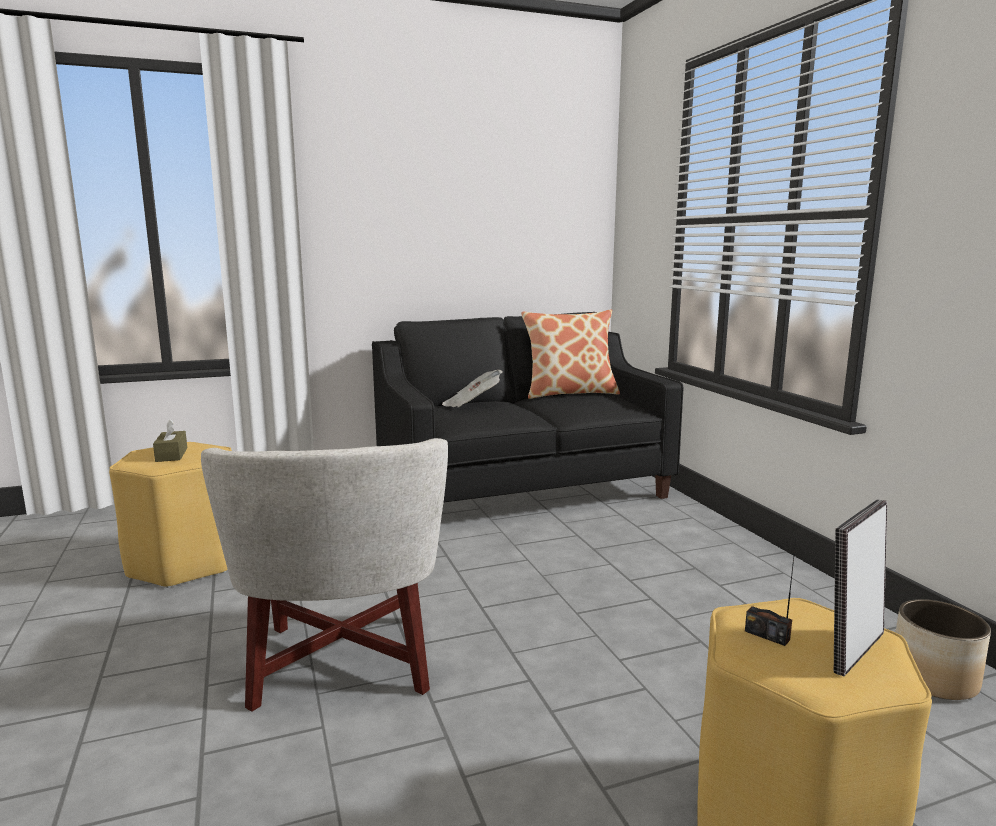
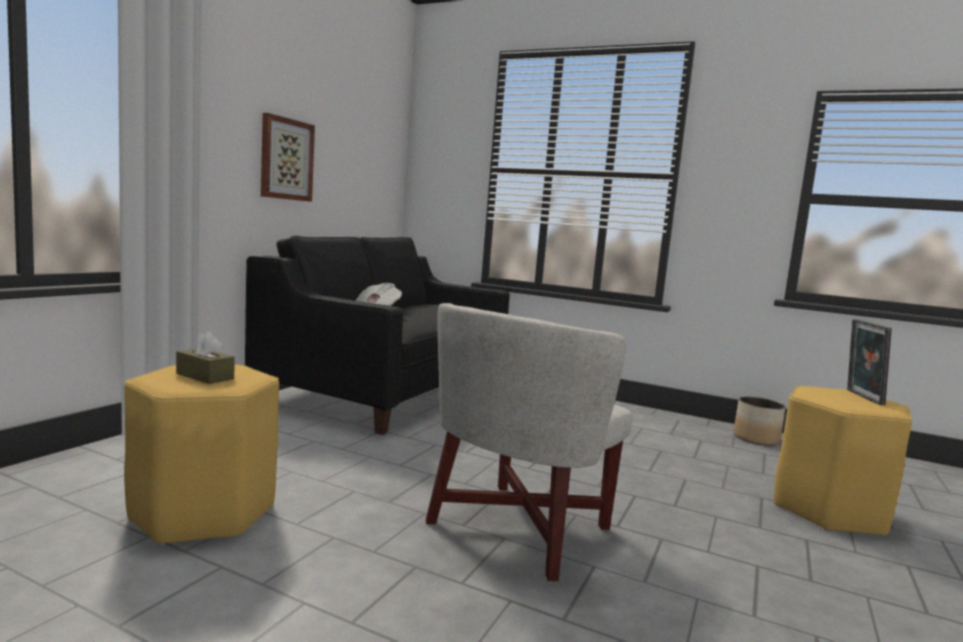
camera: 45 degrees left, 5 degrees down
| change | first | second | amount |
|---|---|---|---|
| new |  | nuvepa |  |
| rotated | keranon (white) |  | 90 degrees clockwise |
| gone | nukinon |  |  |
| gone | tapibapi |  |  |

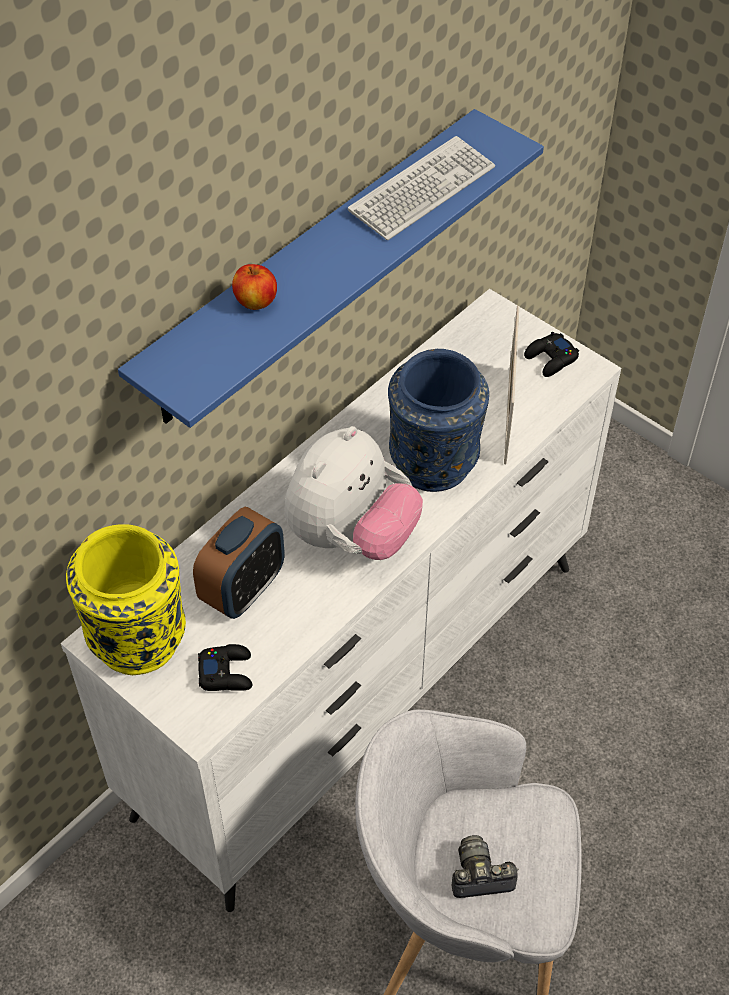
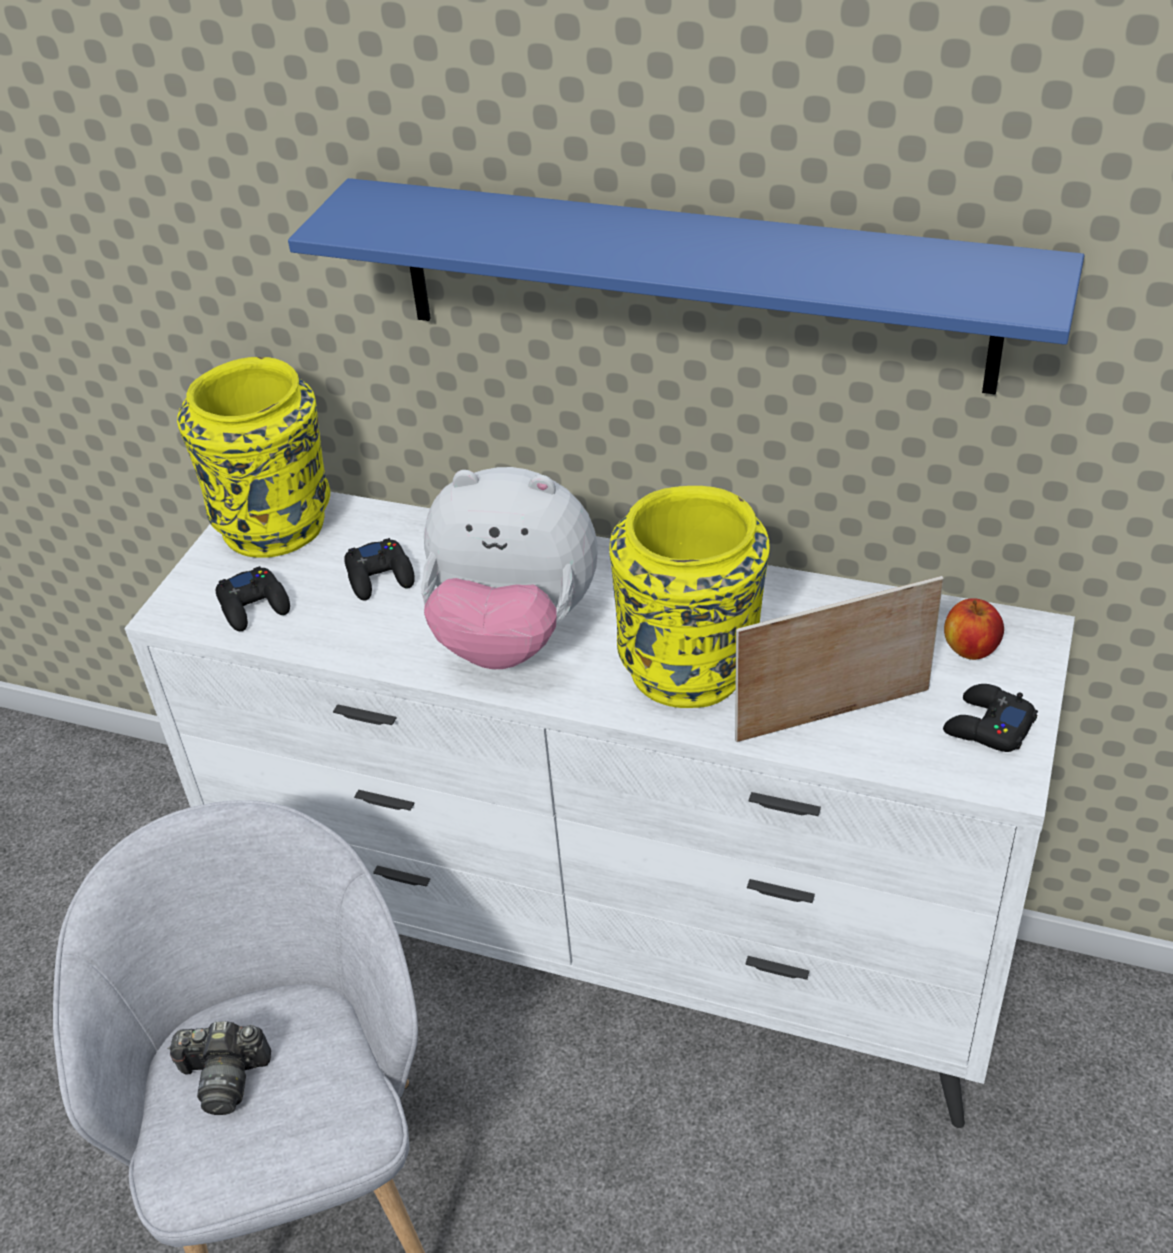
camera: 70 degrees right, 10 degrees down
| change | first | second | amount |
|---|---|---|---|
| rotated | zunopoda |  | 120 degrees clockwise |
| swapped | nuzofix | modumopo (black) (no. 2 from left) |  |
| repainted | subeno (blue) | subeno (yellow) (no. 2 from left) |  |
| shifted | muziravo |  |  |
| gone | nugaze |  |  |

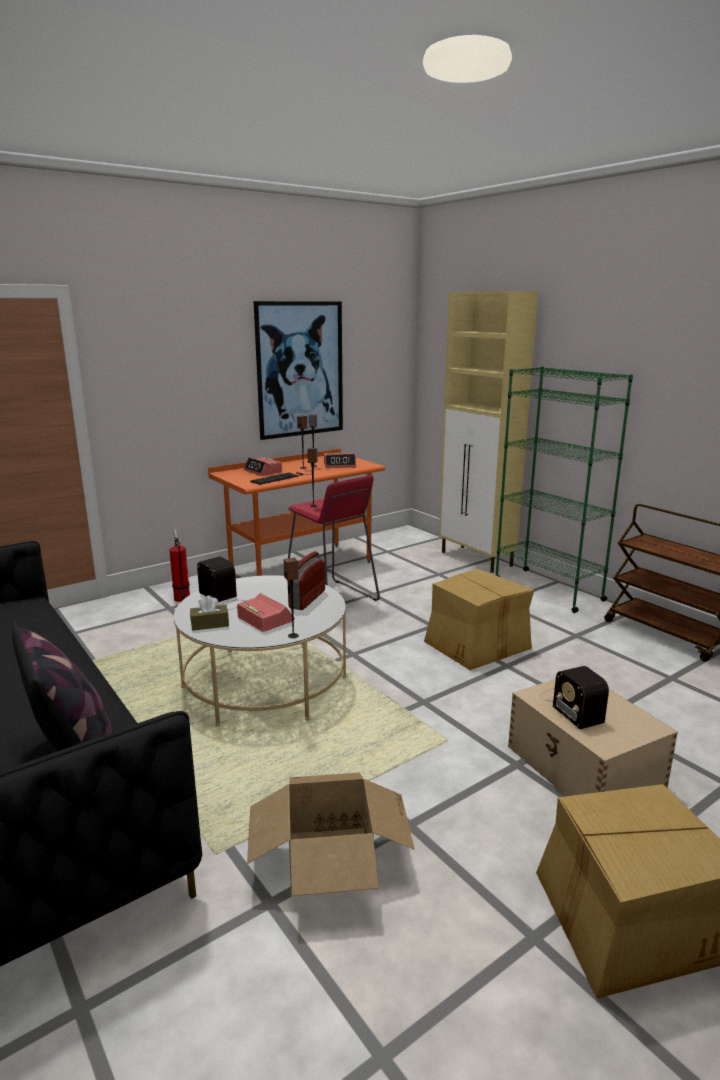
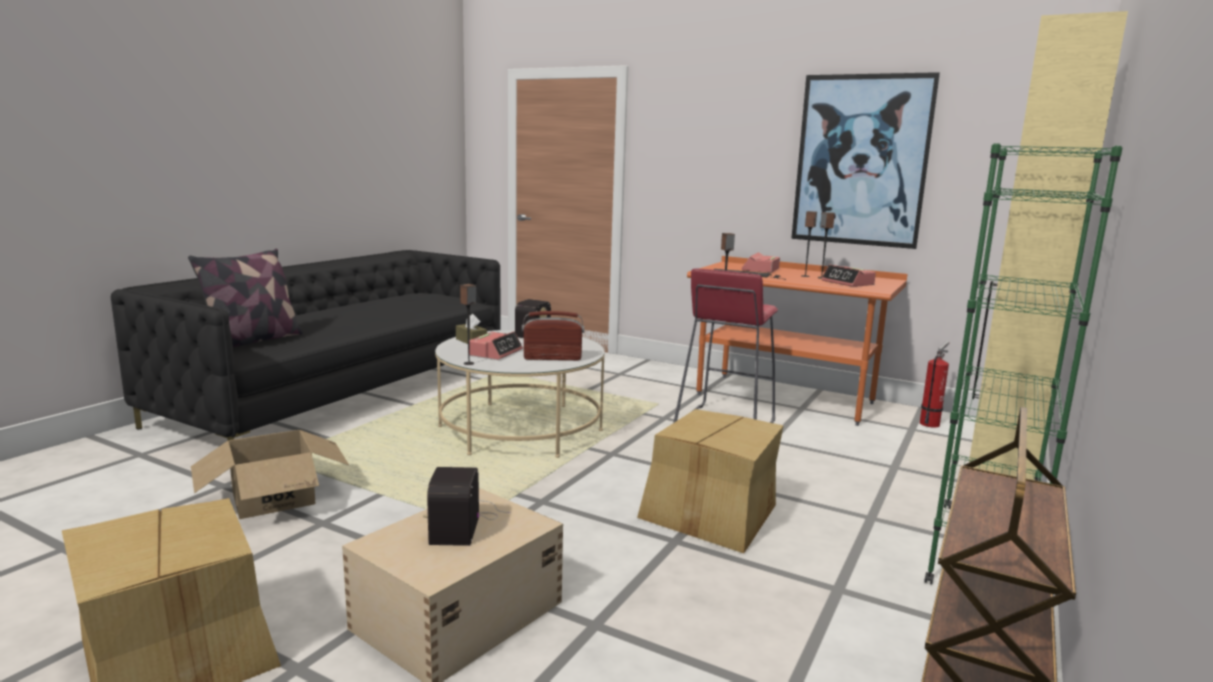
camera: 65 degrees right, 5 degrees down
| change | first | second | amount |
|---|---|---|---|
| rotated | tapibapi (no. 3 from left in the first image) | tapibapi (no. 1 from left) | 45 degrees counterclockwise |
| shifted | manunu |  |  |

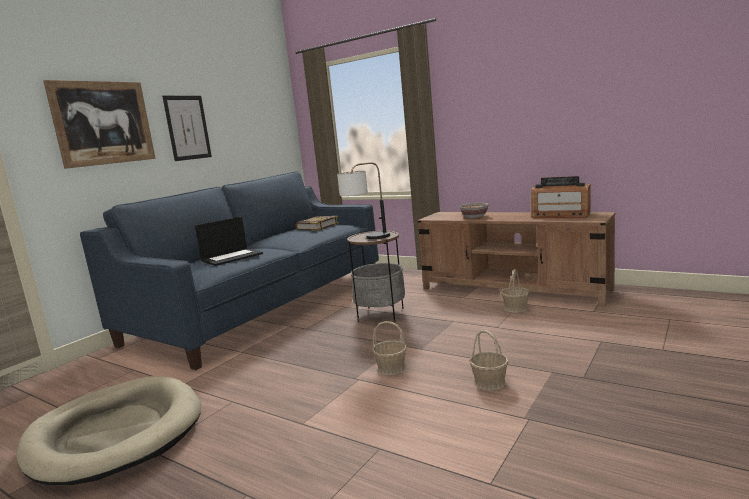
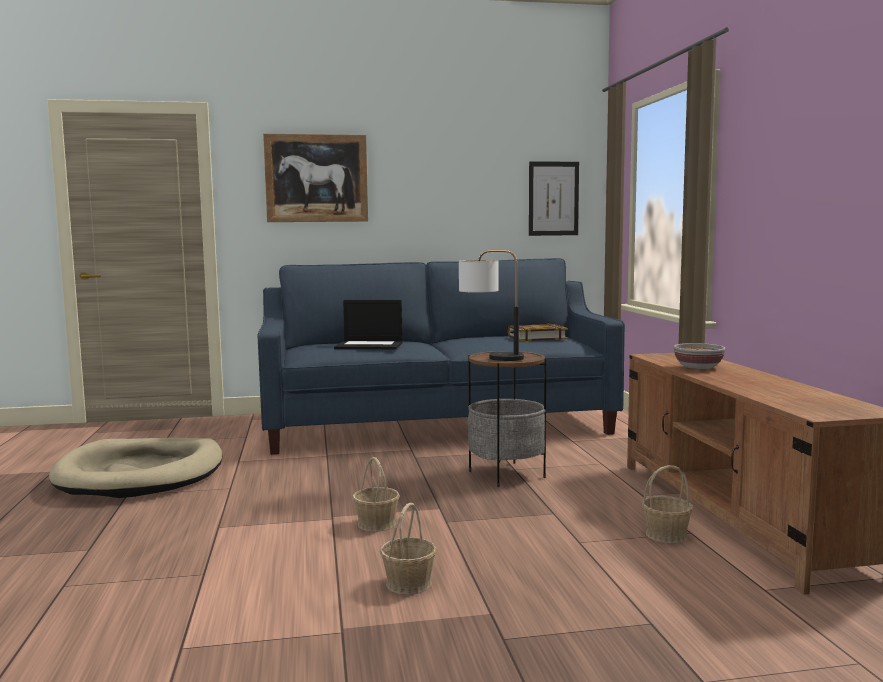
camera: 45 degrees right, 5 degrees down
| change | first | second | amount |
|---|---|---|---|
| shifted | nuvepa (no. 2 from left) |  |  |
| gone | tapibapi |  |  |

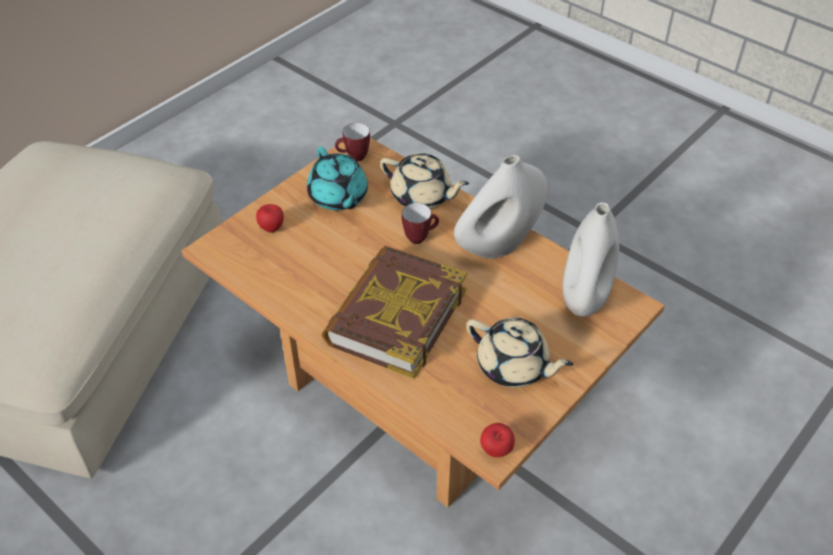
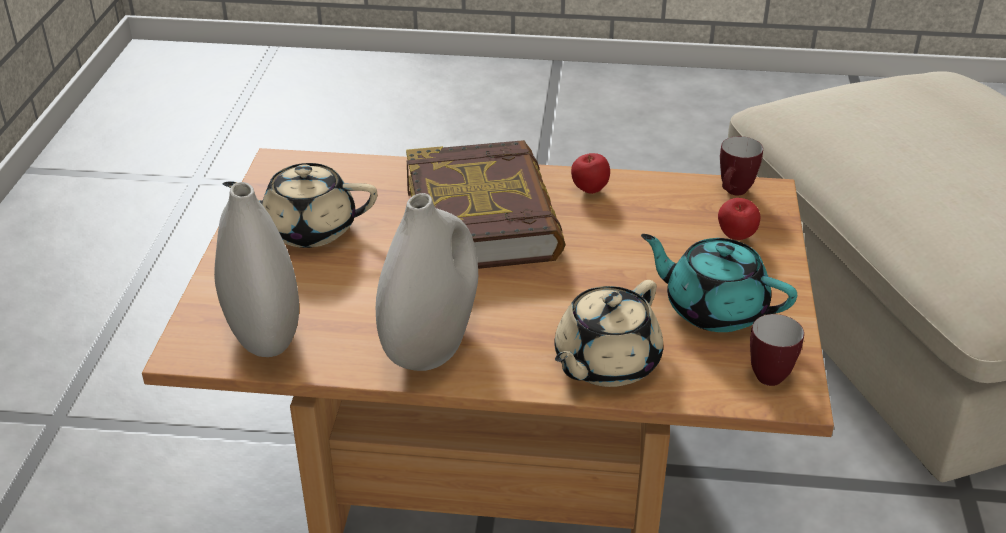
camera: 145 degrees right, 10 degrees down
| change | first | second | amount |
|---|---|---|---|
| rotated | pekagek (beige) (no. 1 from left in the first image) | pekagek (beige) (no. 2 from left) | 45 degrees counterclockwise |
| shifted | muziravo (no. 2 from left in the first image) | muziravo (no. 1 from left) |  |
| shifted | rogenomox (no. 2 from left in the first image) | rogenomox (no. 1 from left) |  |

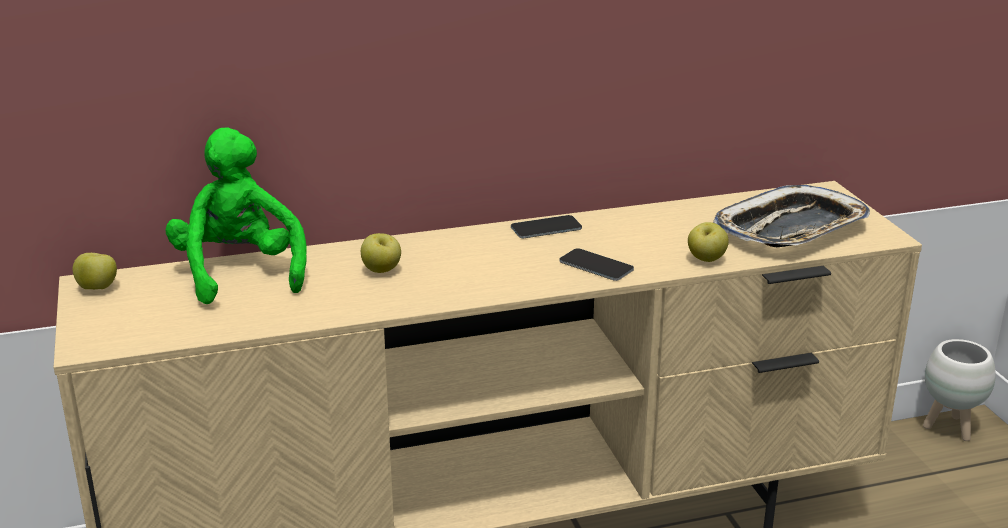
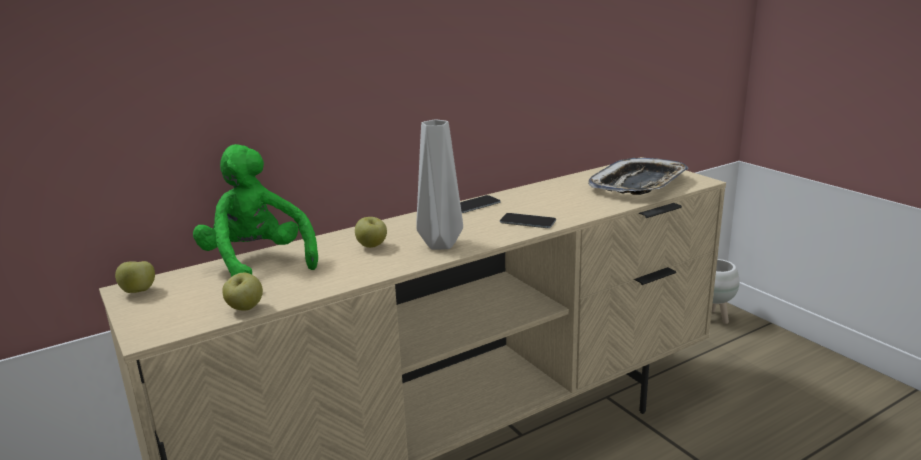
camera: 15 degrees left, 5 degrees down
| change | first | second | amount |
|---|---|---|---|
| shifted | muziravo (no. 3 from left in the first image) | muziravo (no. 2 from left) |  |
| new |  | subeno (grey) |  |

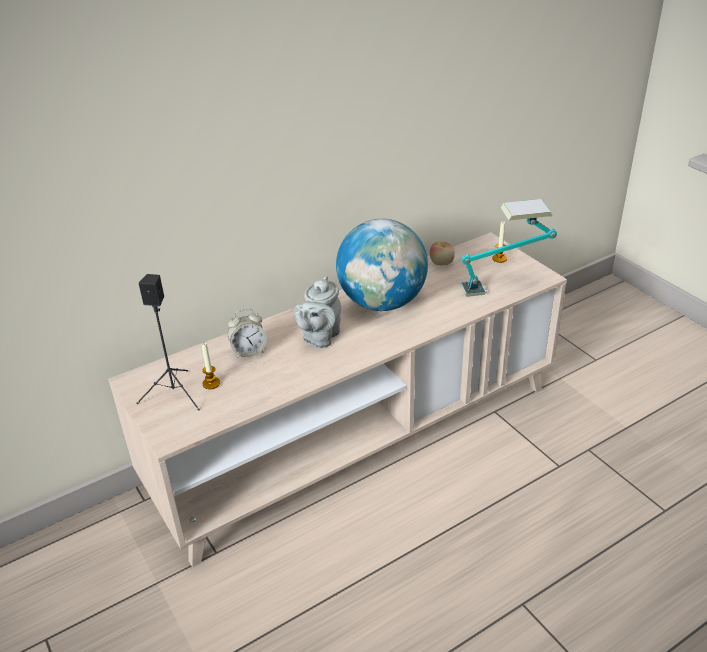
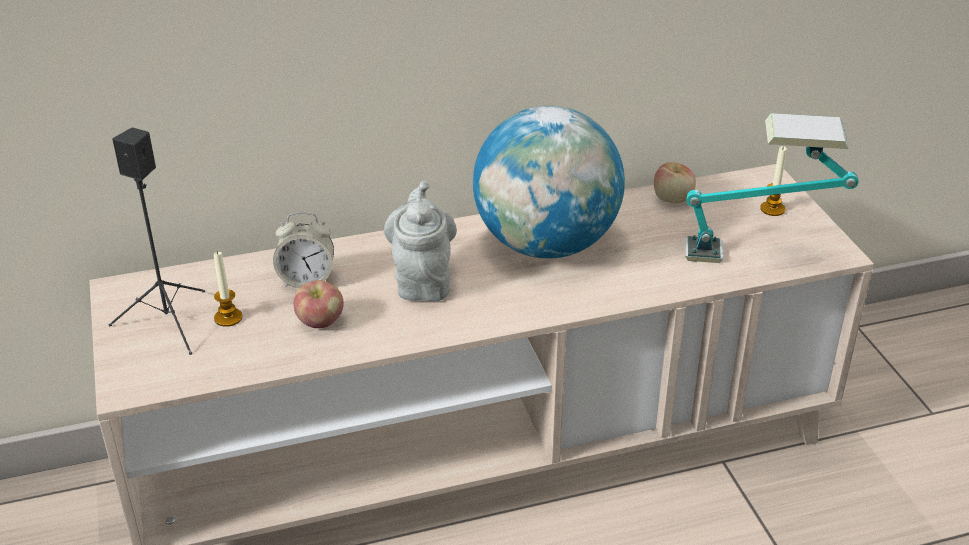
camera: 15 degrees right, 0 degrees up
| change | first | second | amount |
|---|---|---|---|
| new |  | muziravo (no. 1 from left) |  |
| rotated | pekagek (grey) |  | 135 degrees clockwise |

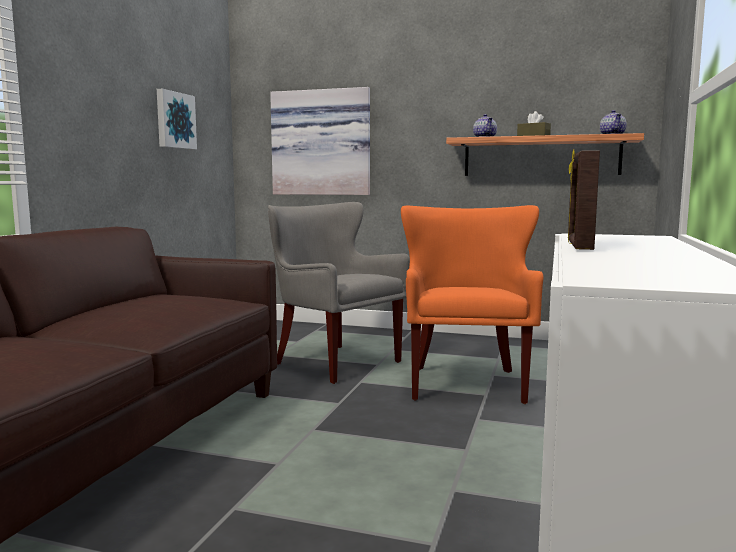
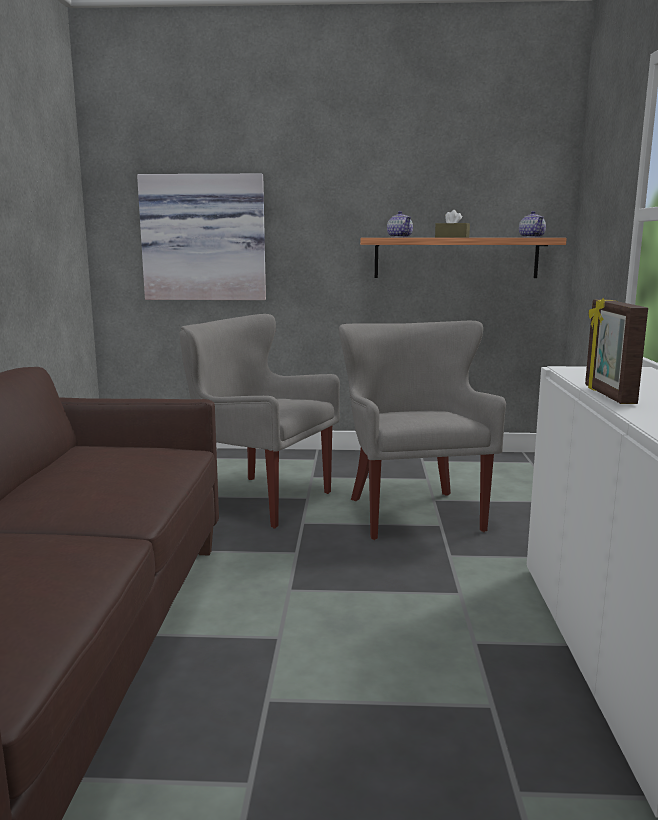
camera: 15 degrees left, 5 degrees up
| change | first | second | amount |
|---|---|---|---|
| repainted | keranon (orange) | keranon (grey) (no. 2 from left) |  |
| gone | nuvepa (no. 1 from left) |  |  |

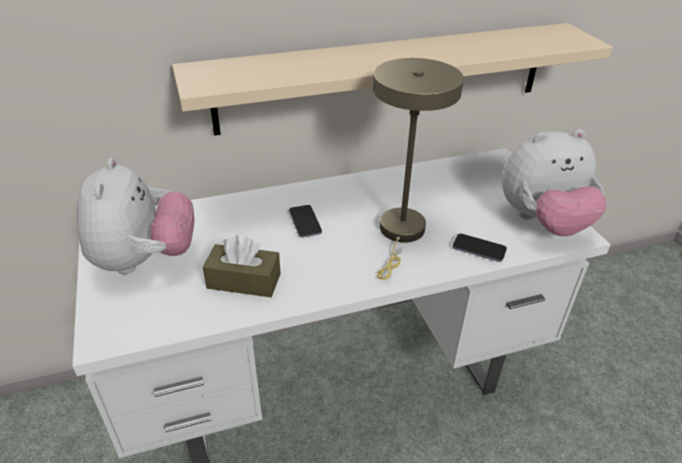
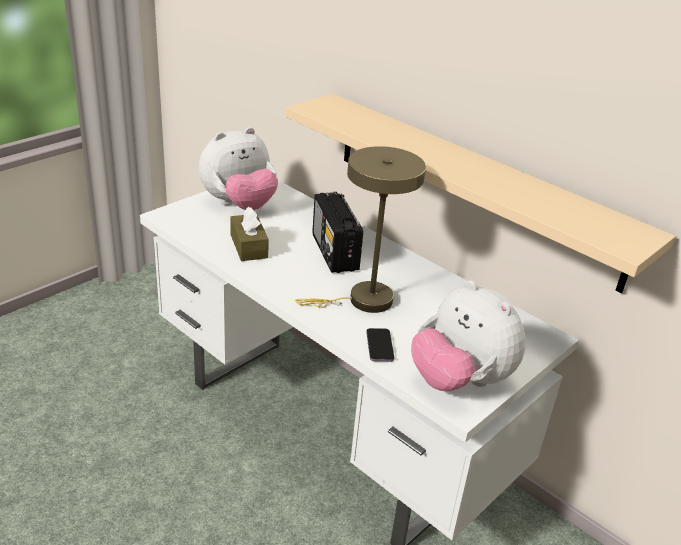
camera: 60 degrees right, 5 degrees down
| change | first | second | amount |
|---|---|---|---|
| swapped | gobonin (no. 1 from left) | tapibapi |  |

